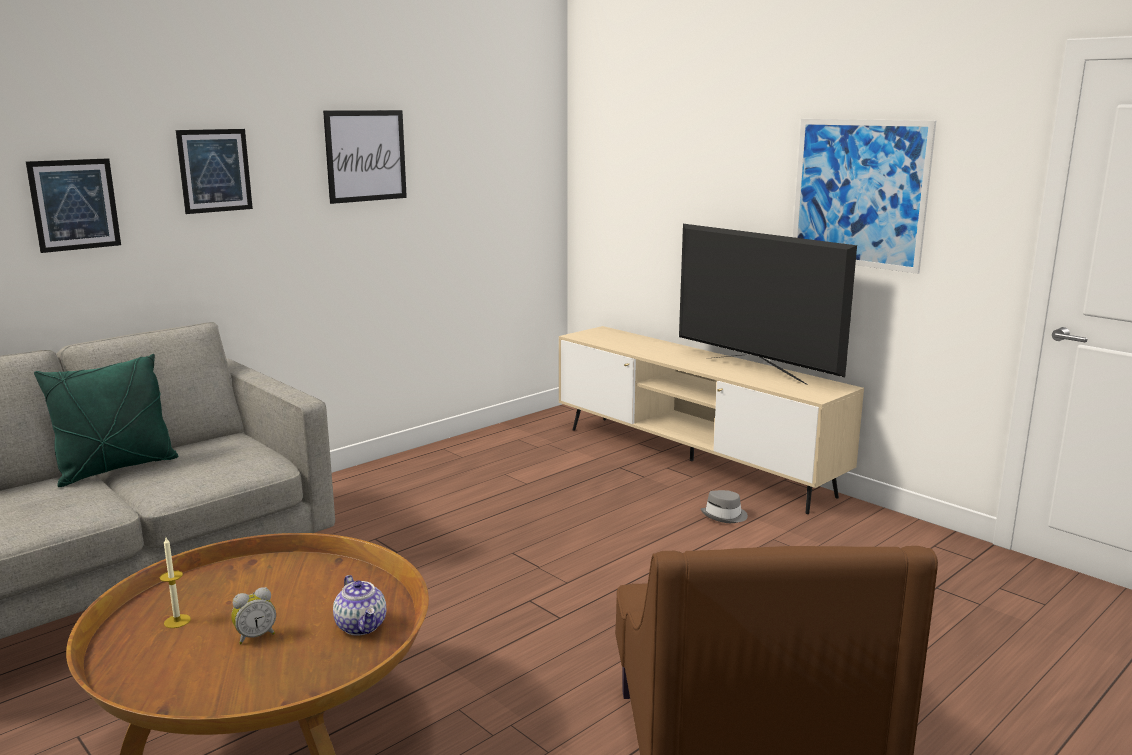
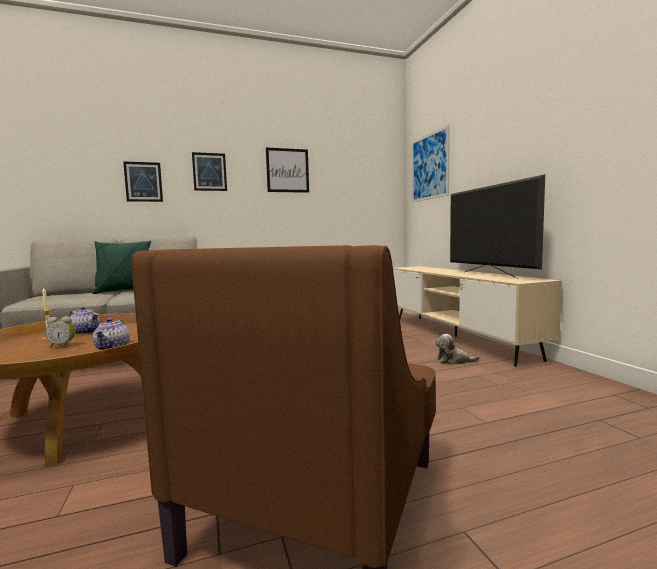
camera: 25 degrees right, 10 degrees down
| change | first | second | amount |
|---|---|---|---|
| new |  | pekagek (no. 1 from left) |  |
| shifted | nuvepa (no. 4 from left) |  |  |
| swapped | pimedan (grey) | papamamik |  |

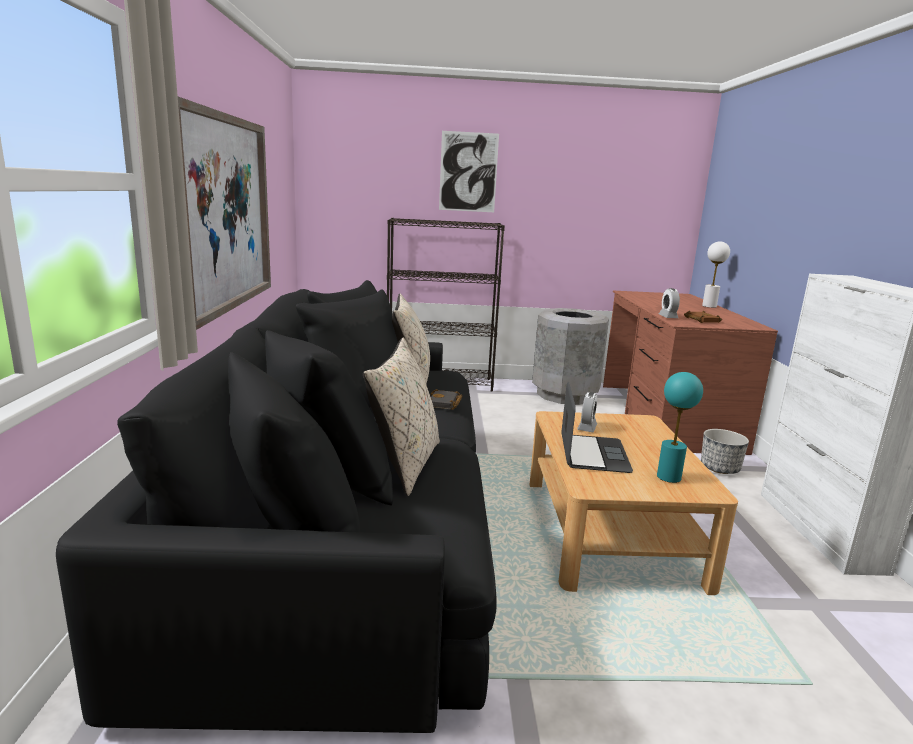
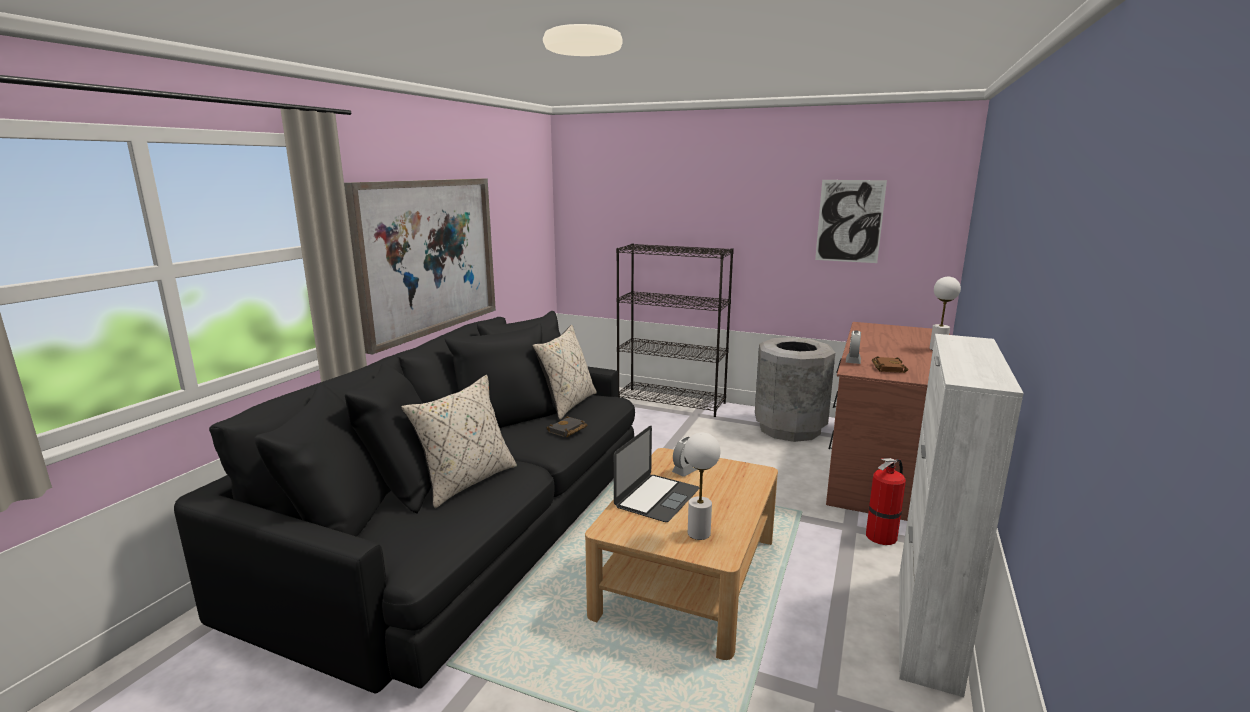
camera: 25 degrees right, 0 degrees up
| change | first | second | amount |
|---|---|---|---|
| repainted | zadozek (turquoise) | zadozek (white) (no. 1 from left) |  |
| shifted | nuvepa (no. 2 from left) |  |  |
| swapped | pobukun | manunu |  |

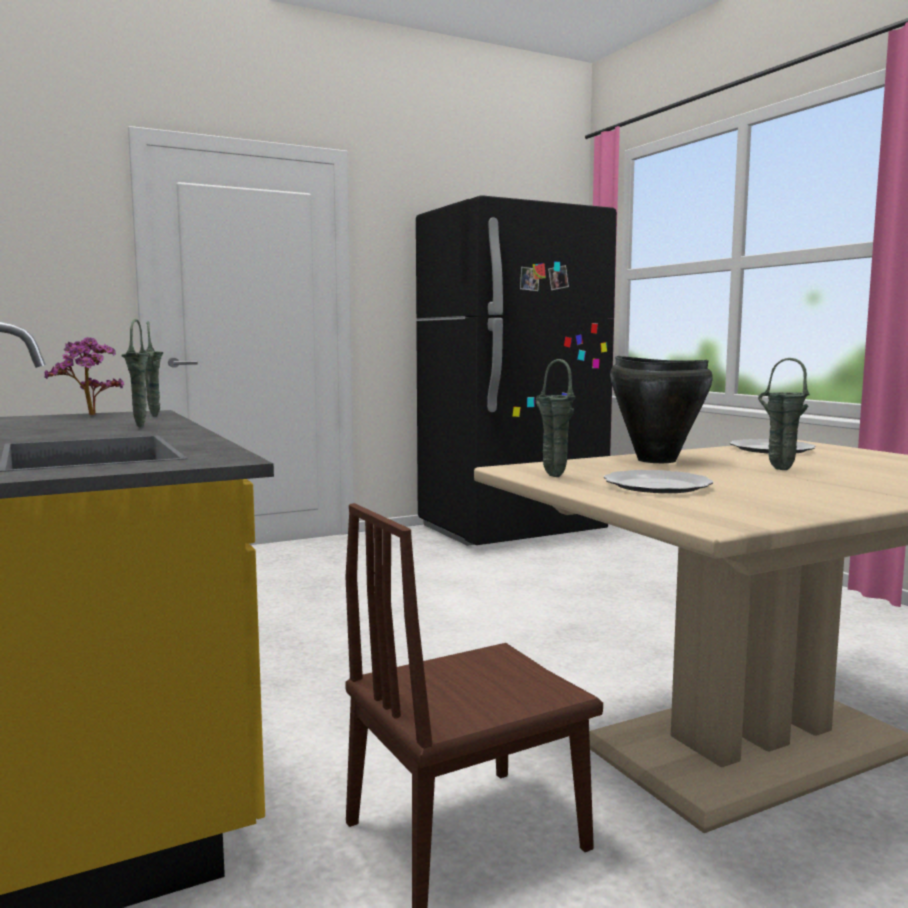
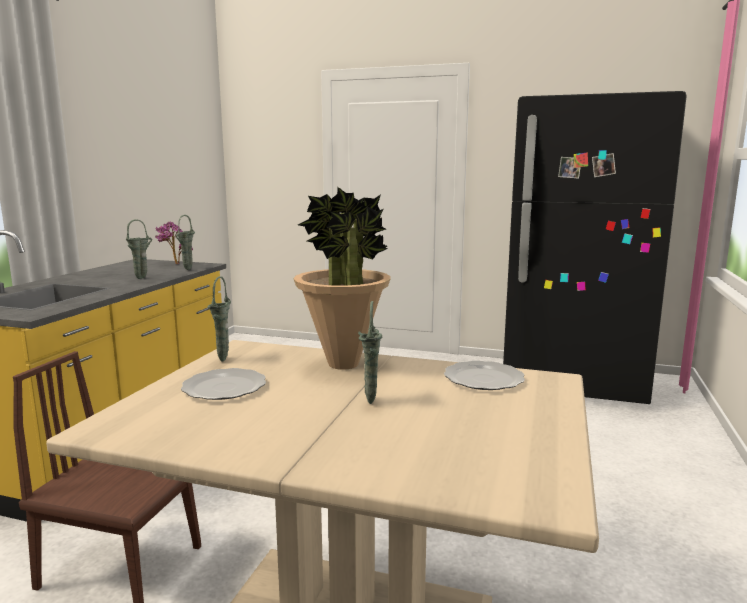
camera: 45 degrees right, 5 degrees up
| change | first | second | amount |
|---|---|---|---|
| swapped | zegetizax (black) | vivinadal (no. 2 from left) |  |

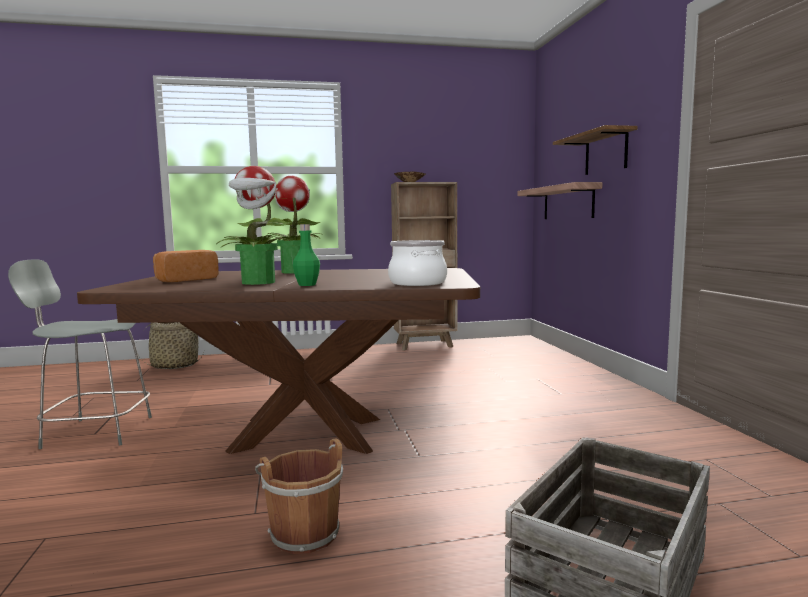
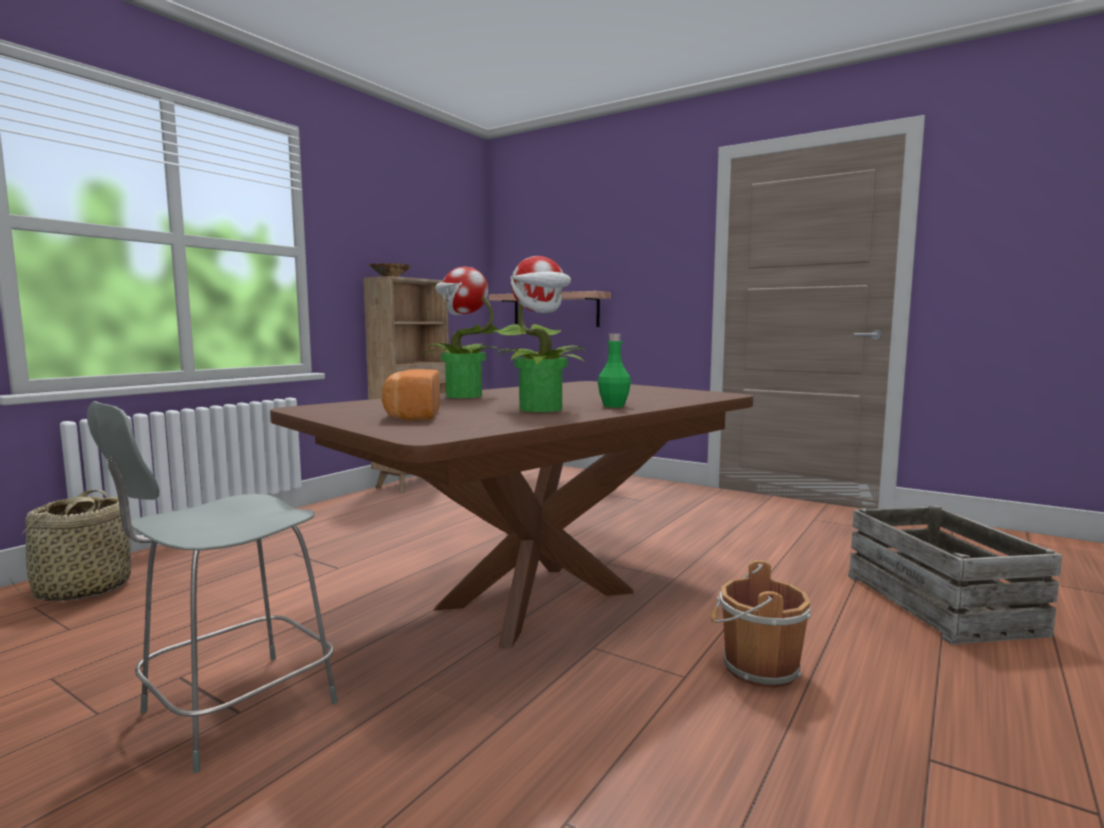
camera: 45 degrees left, 0 degrees up
| change | first | second | amount |
|---|---|---|---|
| gone | zegetizax |  |  |
| gone | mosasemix (no. 2 from left) |  |  |

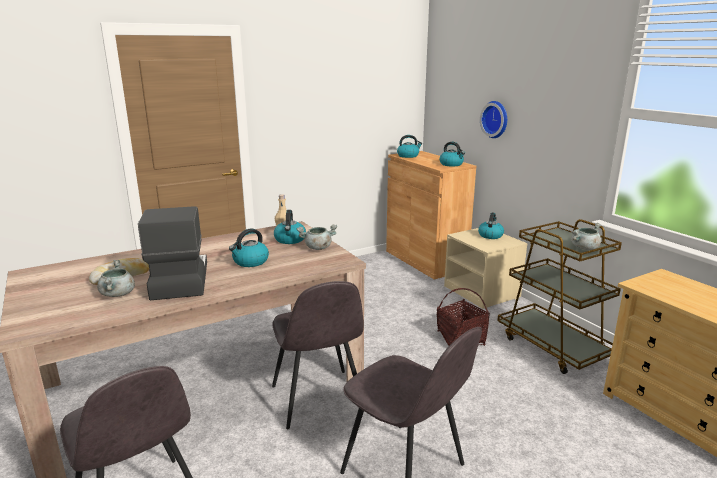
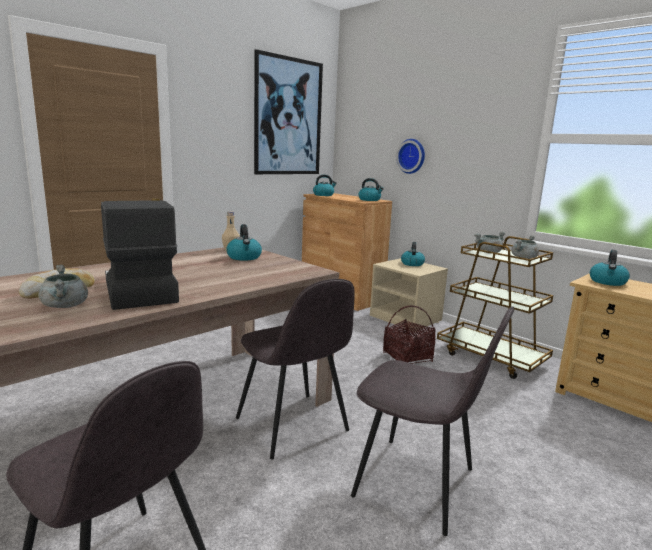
camera: 15 degrees left, 5 degrees down
| change | first | second | amount |
|---|---|---|---|
| new |  | nuvepa |  |
| shifted | zegetizax (grey) (no. 2 from left) |  |  |
| shifted | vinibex (no. 1 from left in the first image) | vinibex (no. 5 from left) |  |

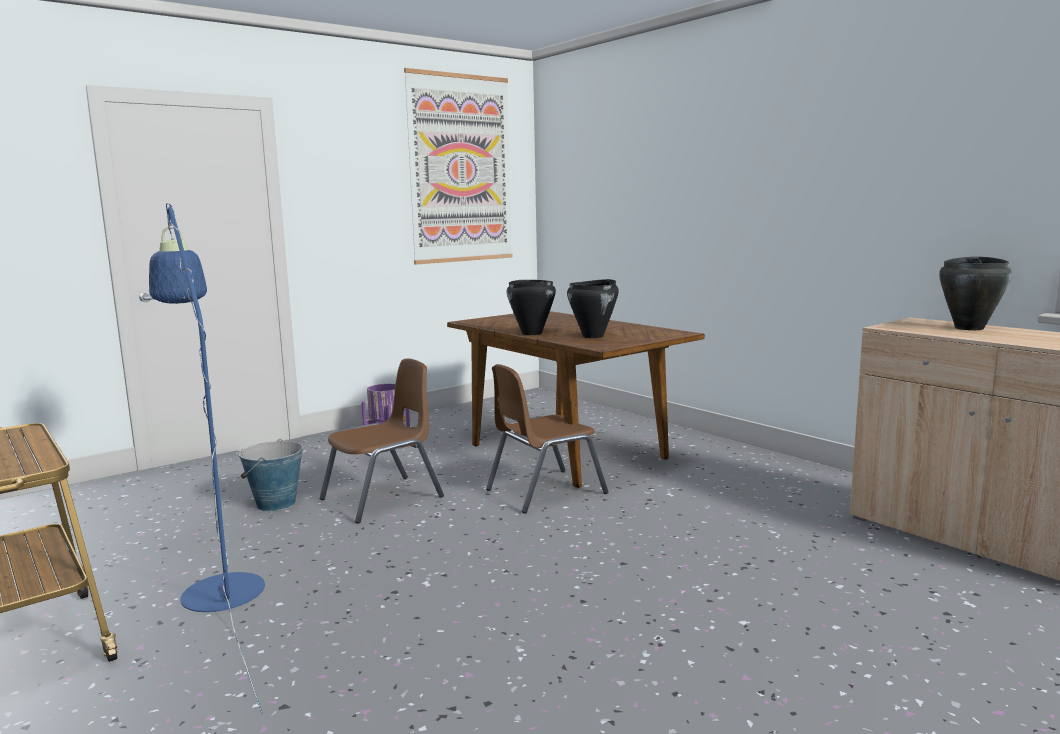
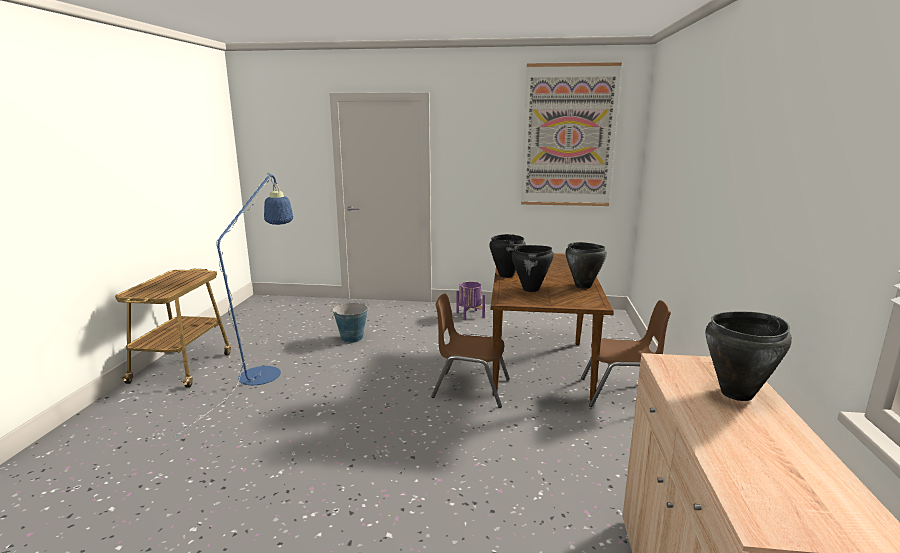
camera: 45 degrees right, 5 degrees up
| change | first | second | amount |
|---|---|---|---|
| new |  | zegetizax (black) (no. 3 from left) |  |
| shifted | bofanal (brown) (no. 1 from left in the first image) | bofanal (brown) (no. 2 from left) |  |

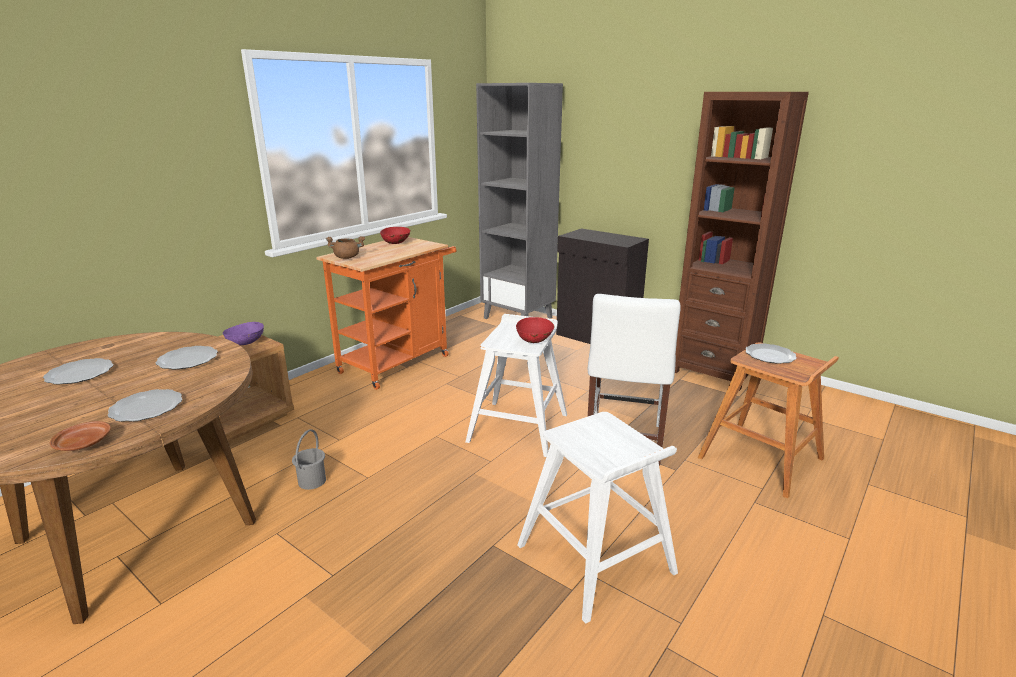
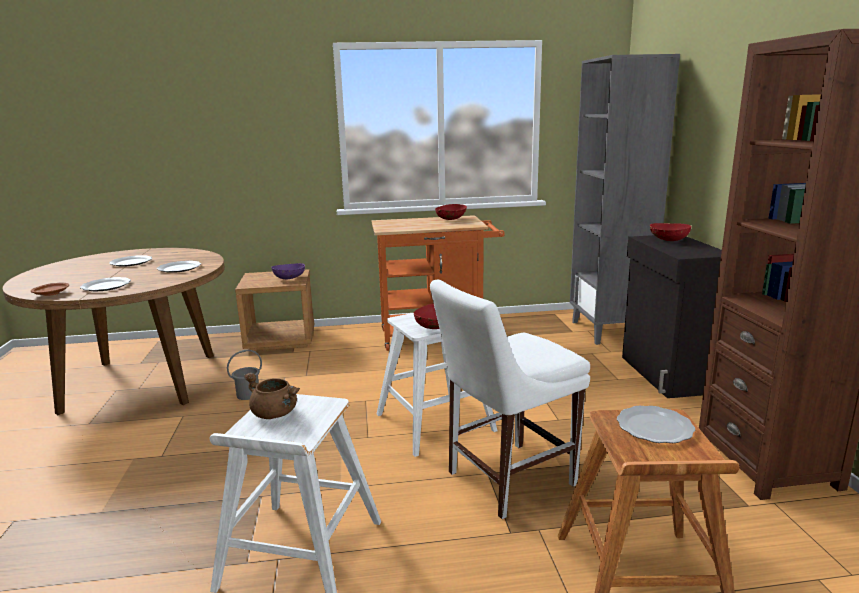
camera: 45 degrees right, 5 degrees down
| change | first | second | amount |
|---|---|---|---|
| shifted | zegetizax (brown) |  |  |
| new |  | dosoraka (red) (no. 3 from left) |  |

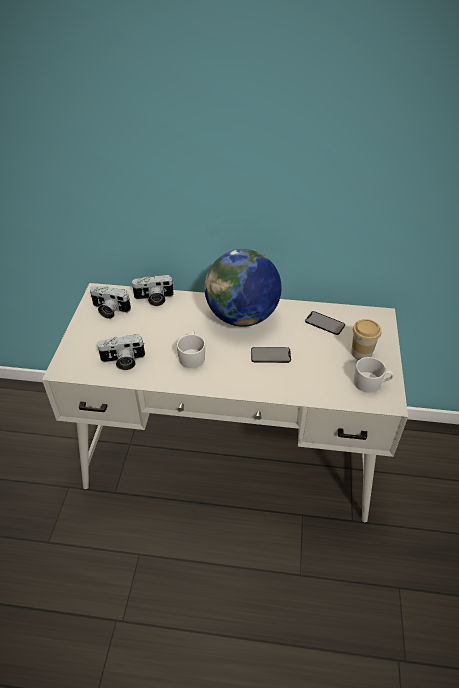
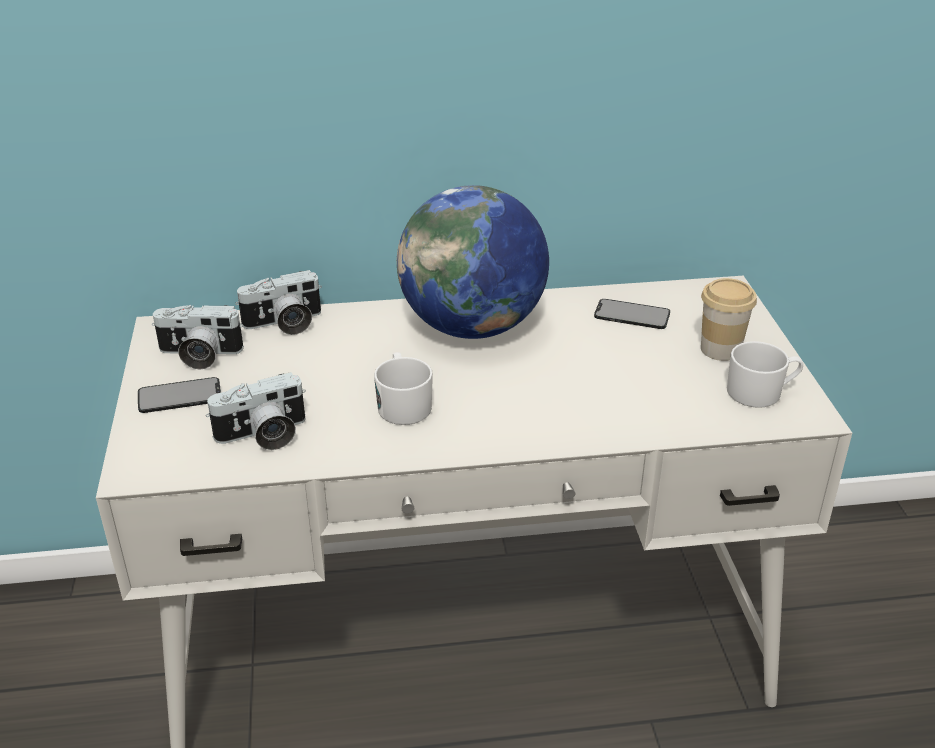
camera: 15 degrees left, 10 degrees down
| change | first | second | amount |
|---|---|---|---|
| shifted | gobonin (no. 1 from left) |  |  |

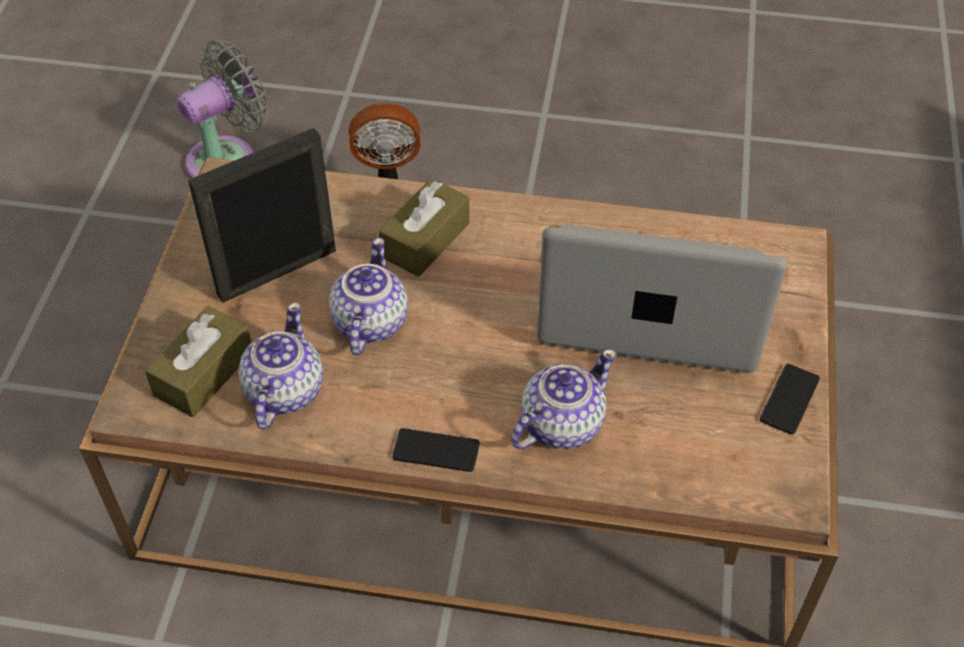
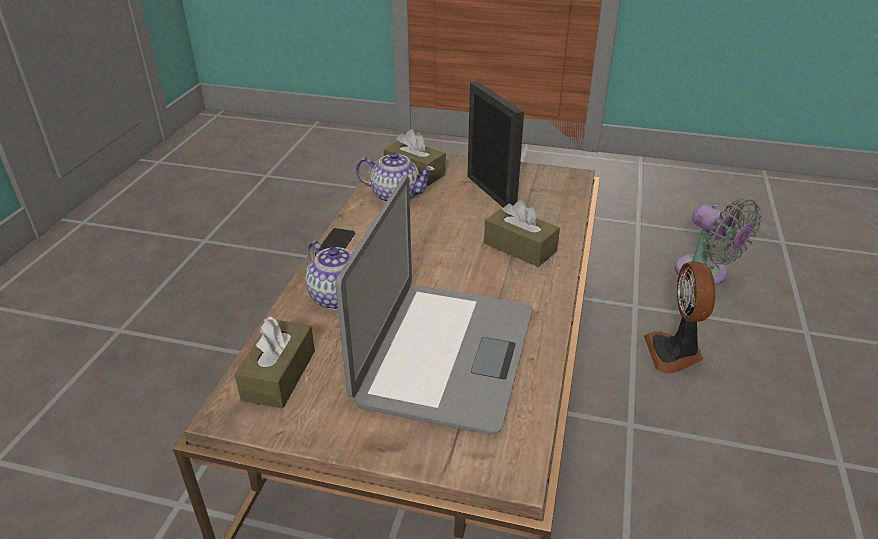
camera: 95 degrees right, 15 degrees down
| change | first | second | amount |
|---|---|---|---|
| new |  | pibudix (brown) (no. 1 from left) |  |
| gone | pekagek (no. 2 from left) |  |  |
| gone | gobonin (no. 2 from left) |  |  |

